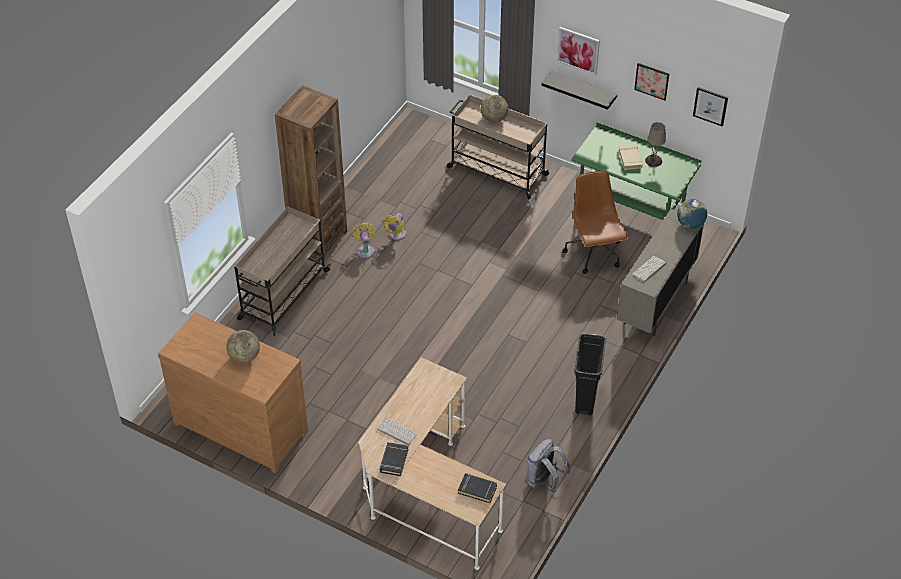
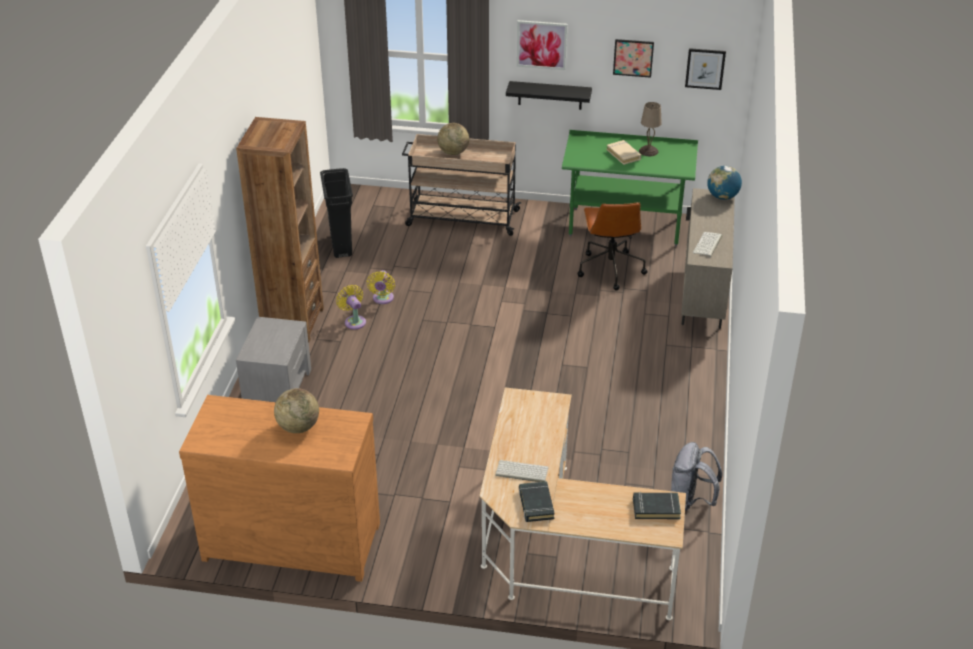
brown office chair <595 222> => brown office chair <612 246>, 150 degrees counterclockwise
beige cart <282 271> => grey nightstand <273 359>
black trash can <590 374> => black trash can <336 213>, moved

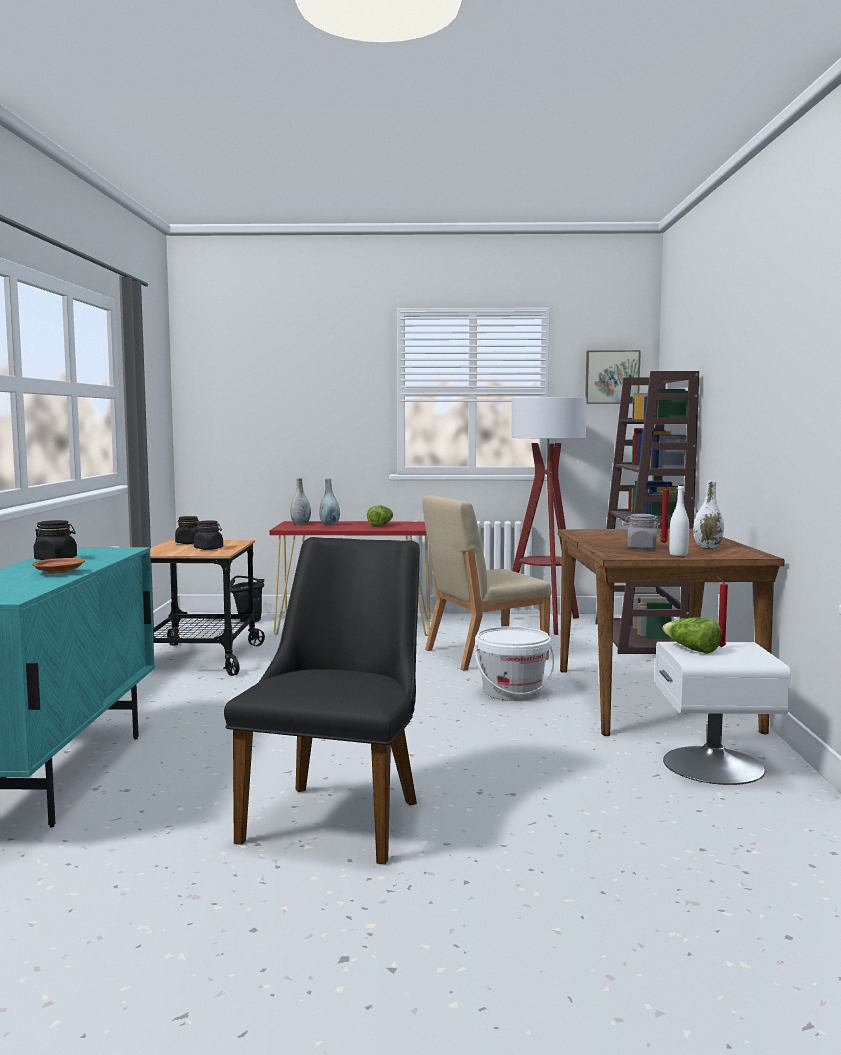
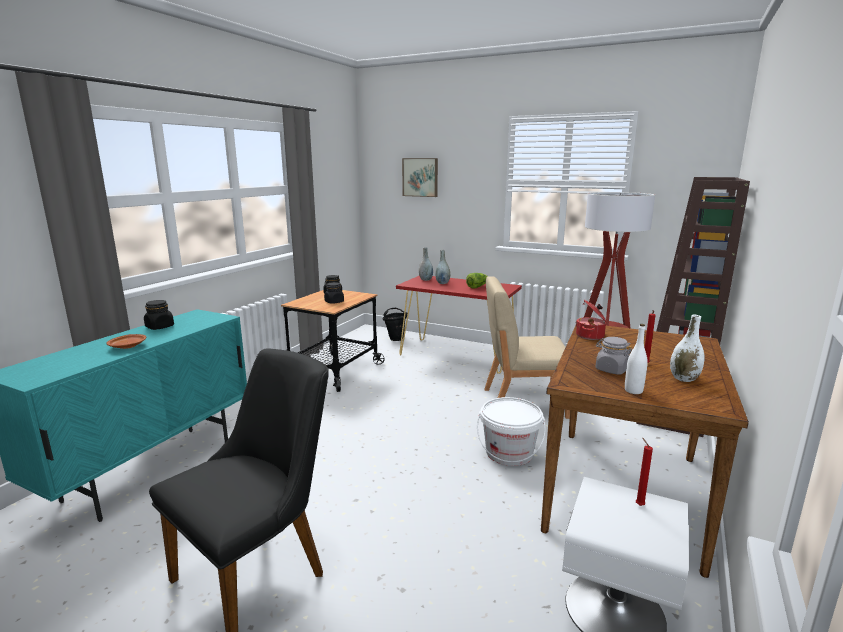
picture <613 377> => picture <420 177>, moved
lettuce <692 635> => nothing
nothing => cooking pot <591 320>

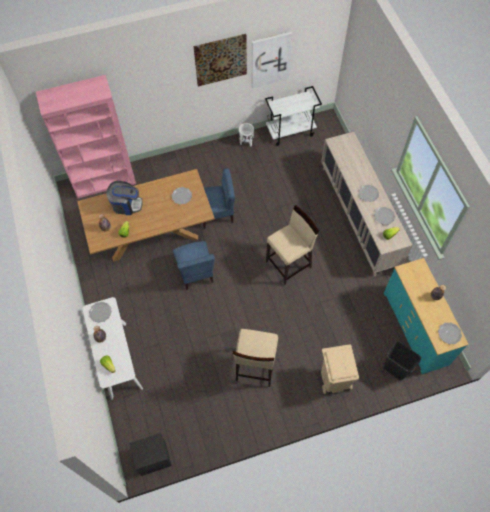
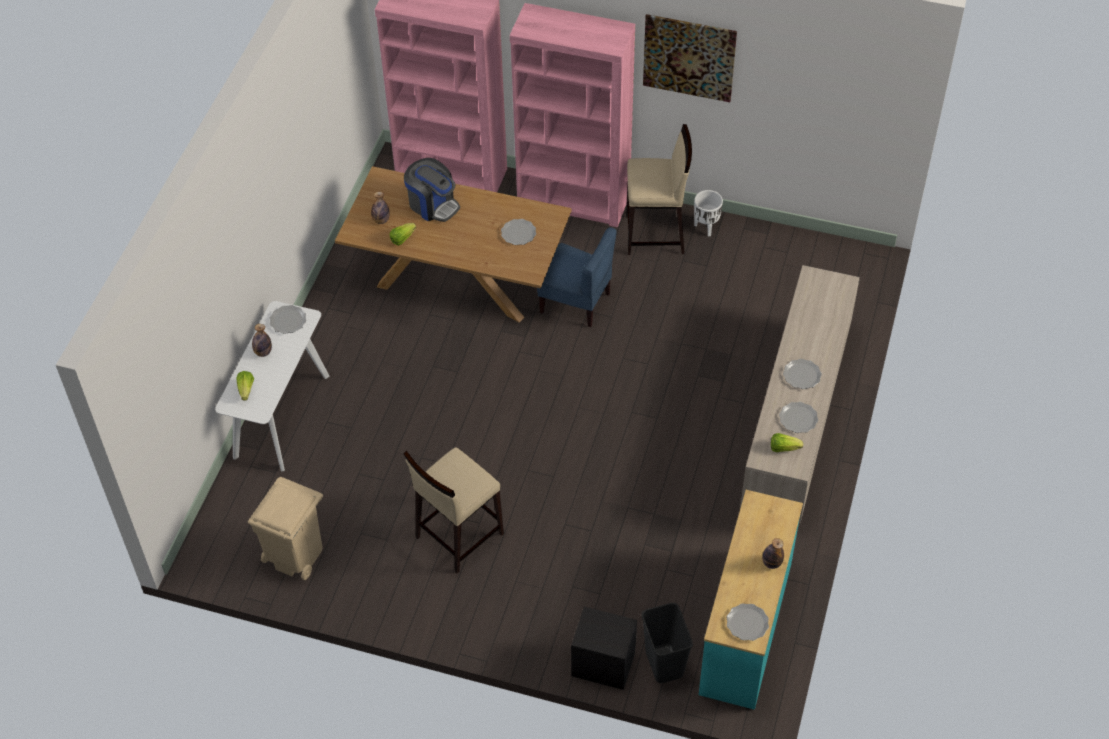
picture <272 59> => nothing
white cart <293 116> => nothing
beige stool <292 245> => beige stool <659 189>, moved
blue chair <194 265> => nothing
beige trash can <340 369> => beige trash can <285 528>, moved
black nightstand <150 454> => black nightstand <604 648>, moved
nothing => pink bookcase <572 115>

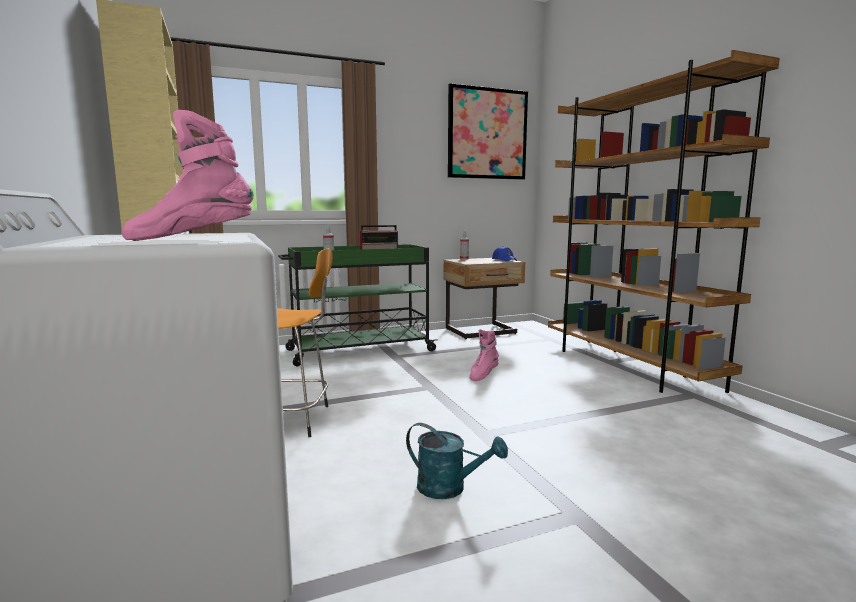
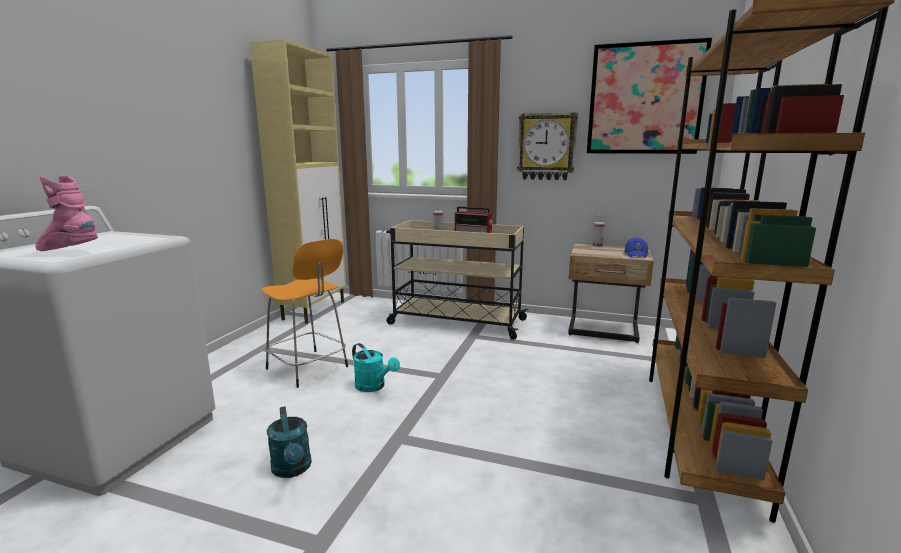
green cart <358 305> => beige cart <457 280>
pink boot <484 355> => nothing
nothing => wall clock <547 146>
nothing => turquoise watering can <376 367>

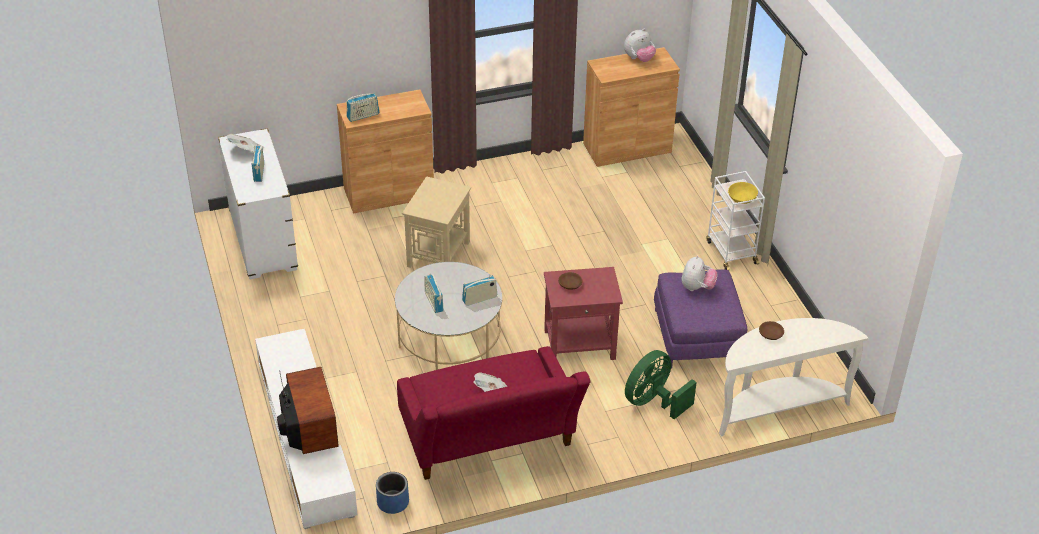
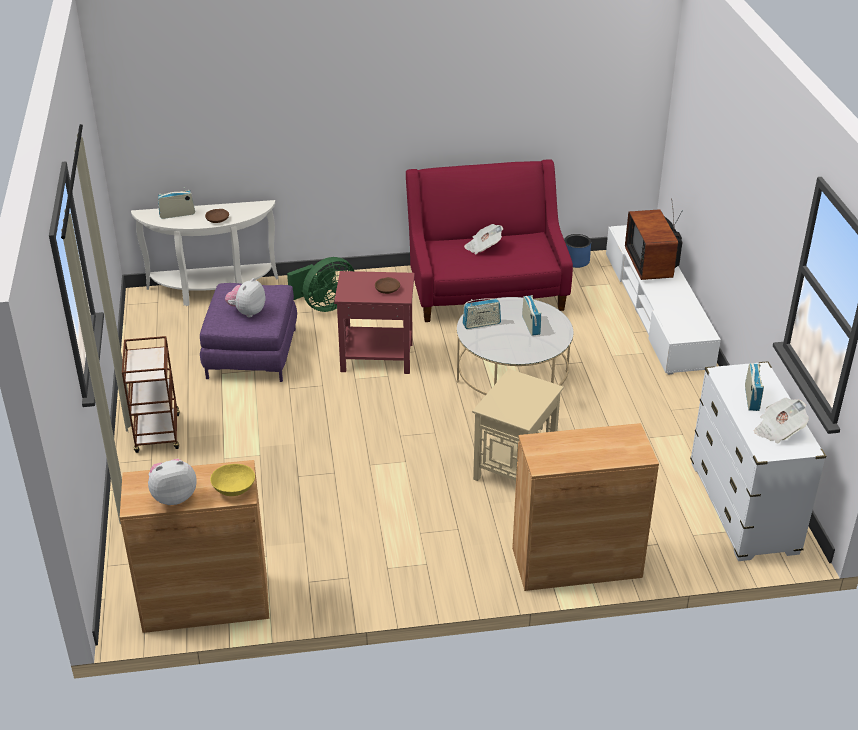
radio <363 107> => radio <176 203>, moved
white cart <735 221> => brown cart <151 394>
yellow bowl <743 193> => yellow bowl <232 480>, moved

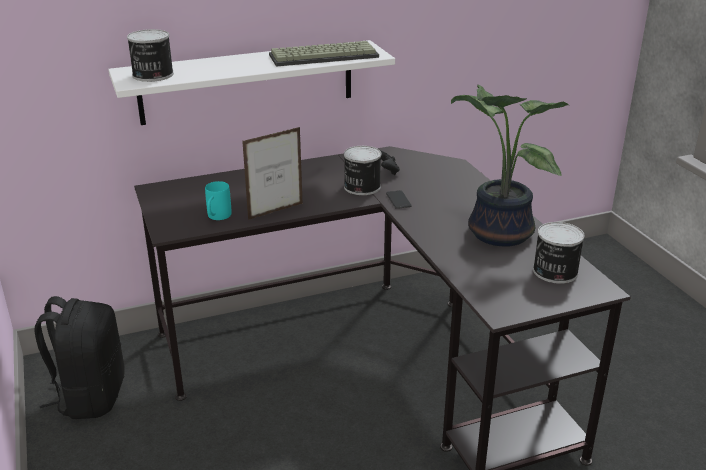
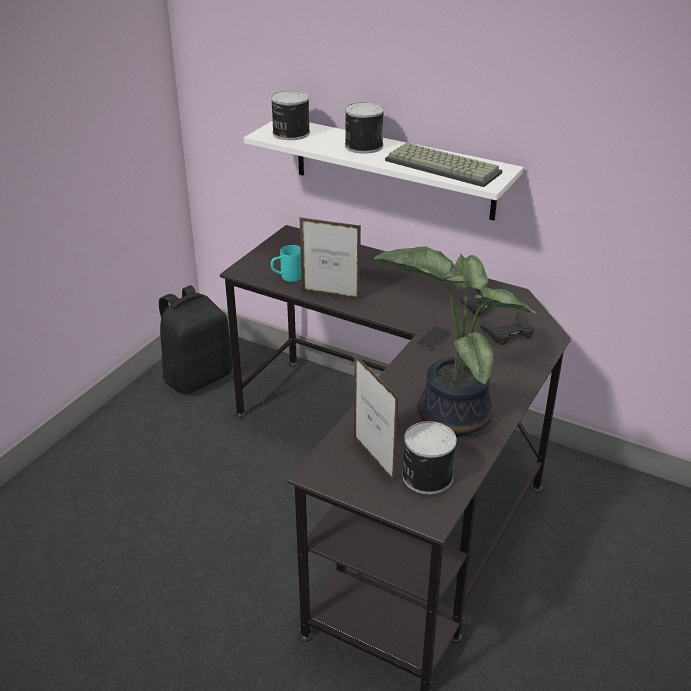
can <362 170> => can <364 128>, moved
nothing => black game controller <507 328>
nothing => picture frame <376 418>

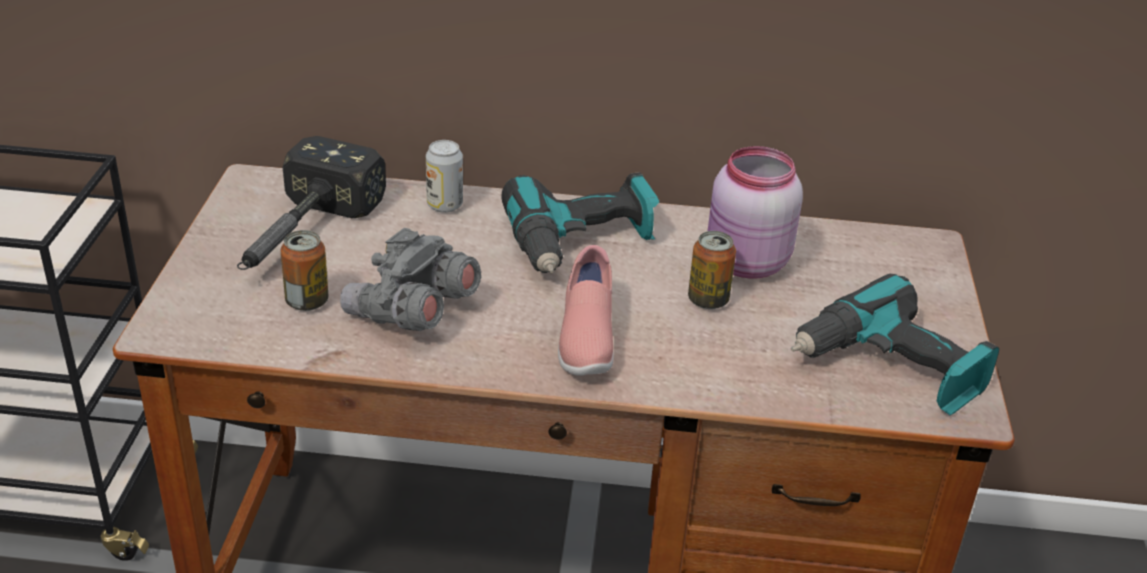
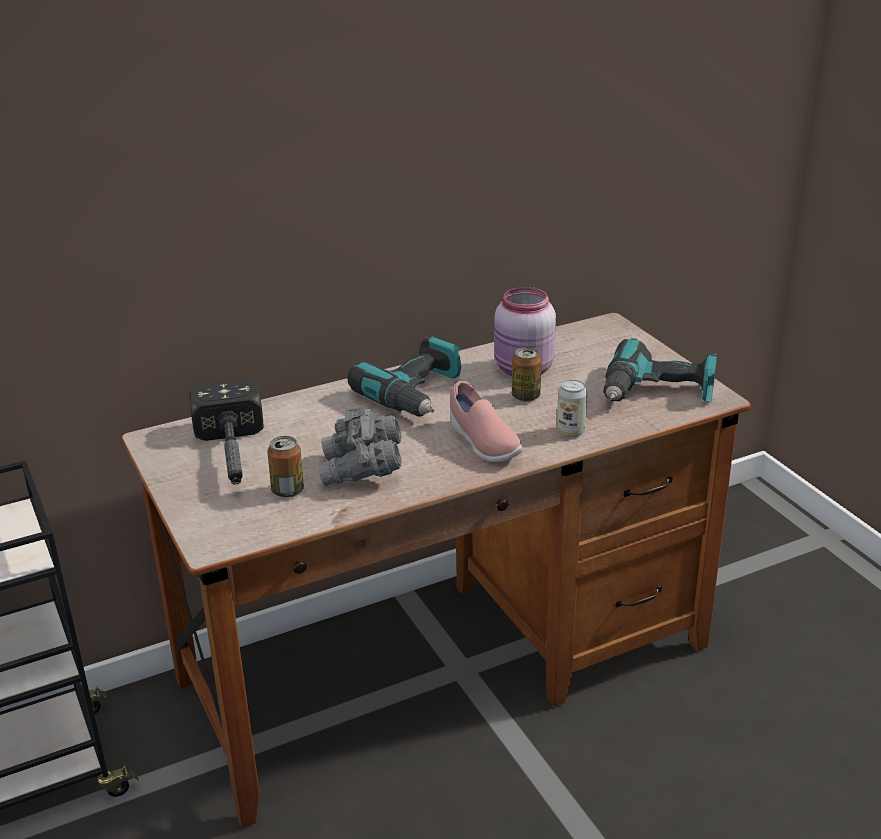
can <444 176> => can <572 408>, moved

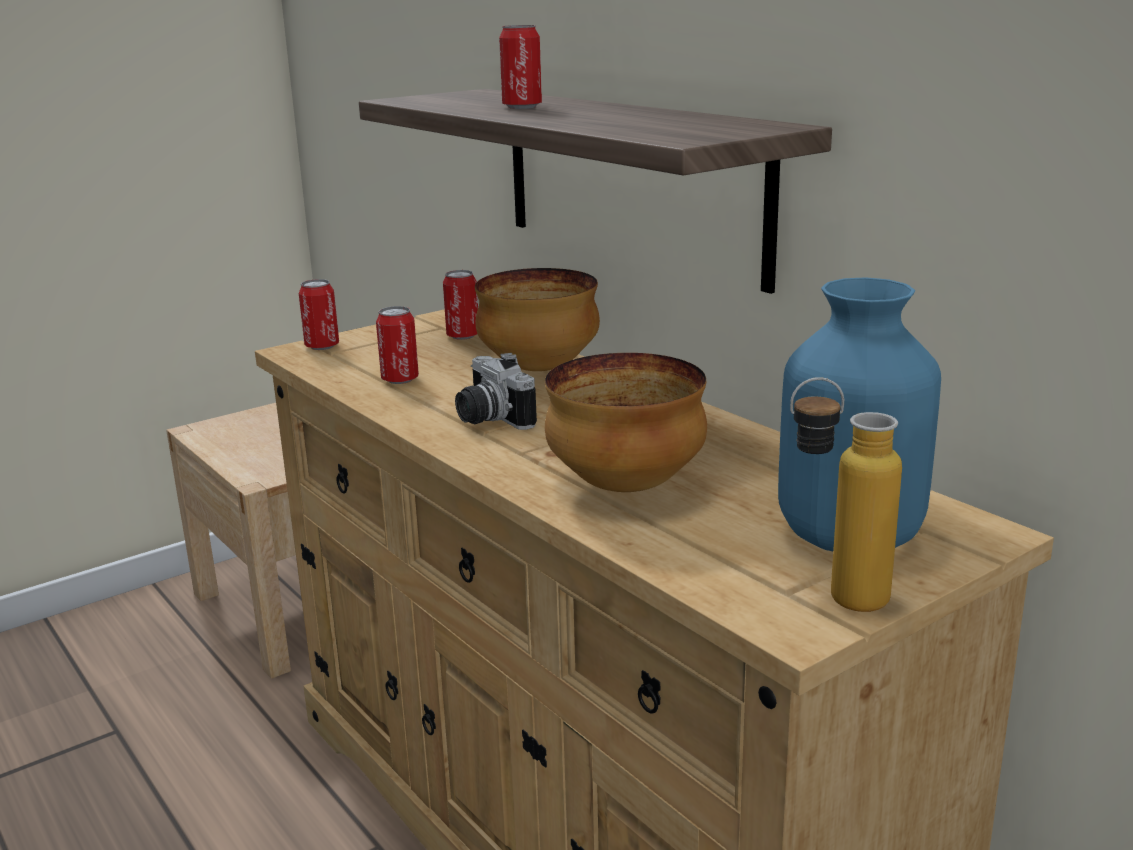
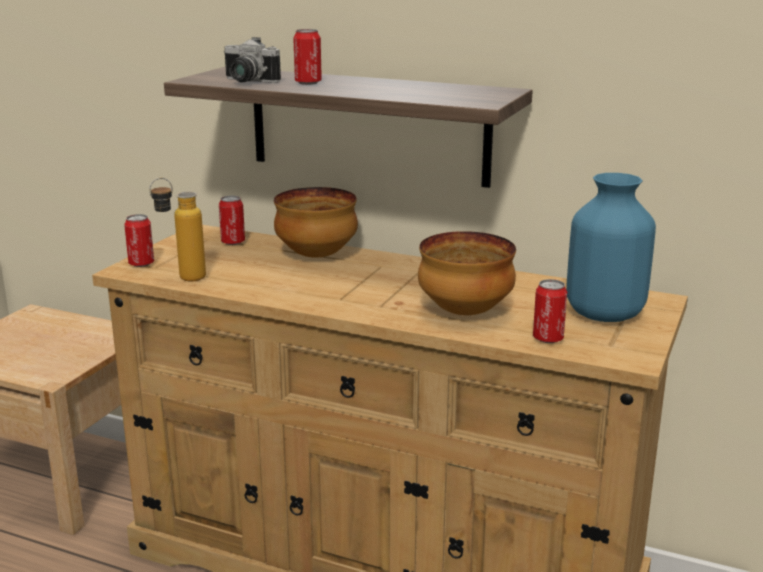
can <397 345> => can <550 311>, moved
photo camera <496 391> => photo camera <252 60>, moved
bottle <846 494> => bottle <177 229>, moved

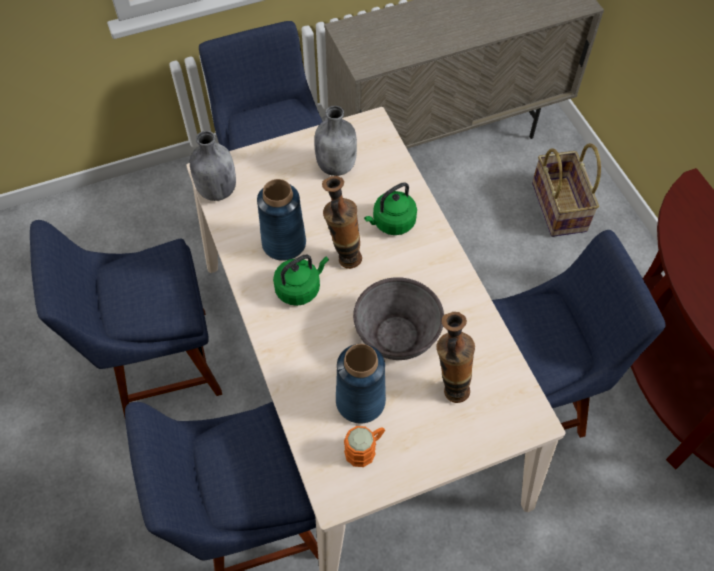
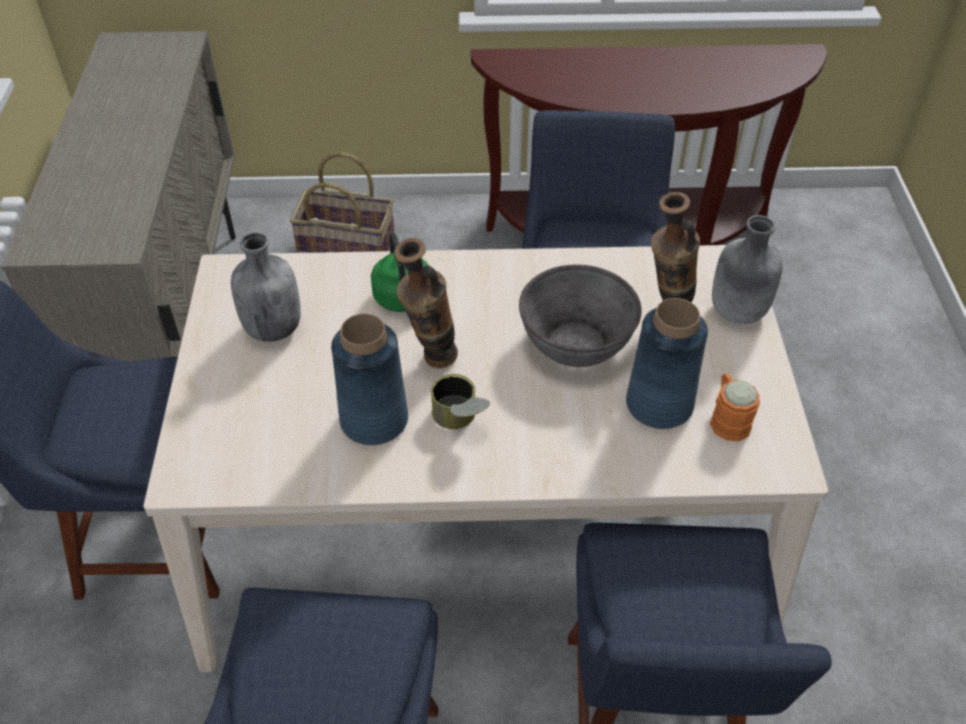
grey bottle <213 166> => grey bottle <747 269>, moved
green kettle <301 280> => can <460 401>

